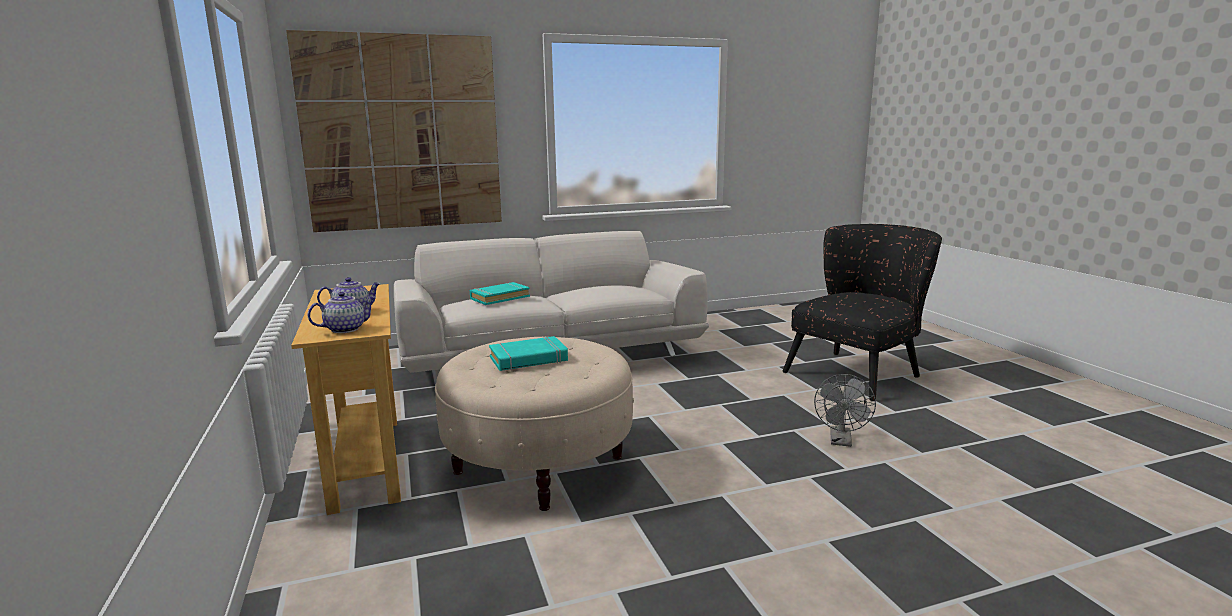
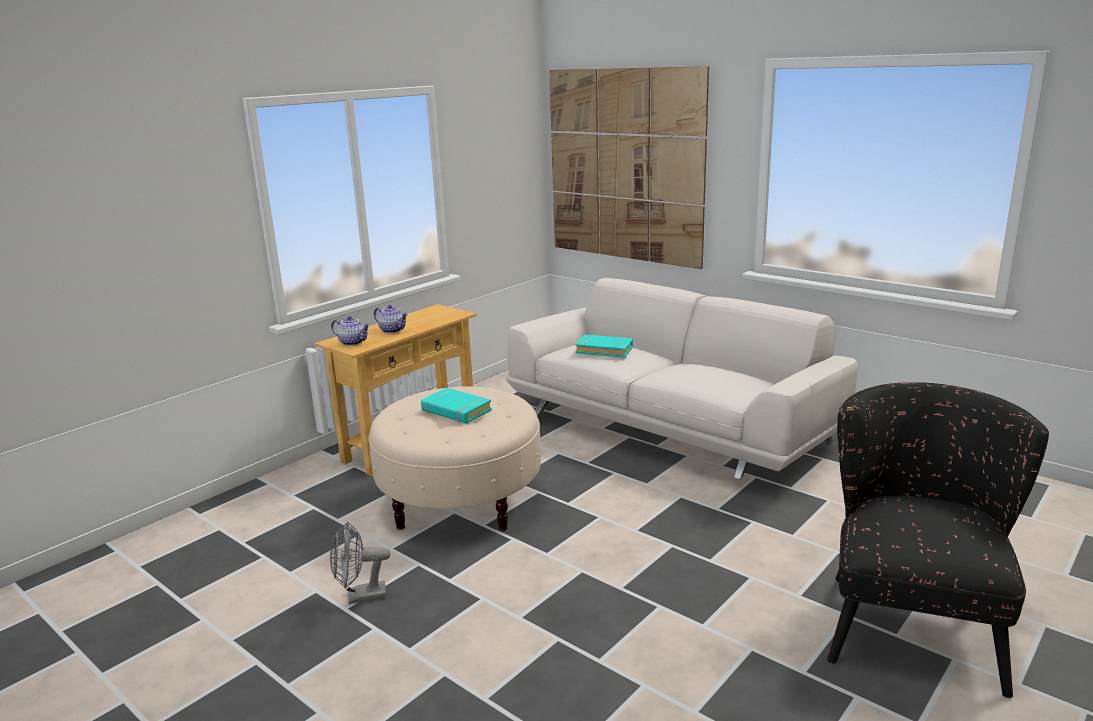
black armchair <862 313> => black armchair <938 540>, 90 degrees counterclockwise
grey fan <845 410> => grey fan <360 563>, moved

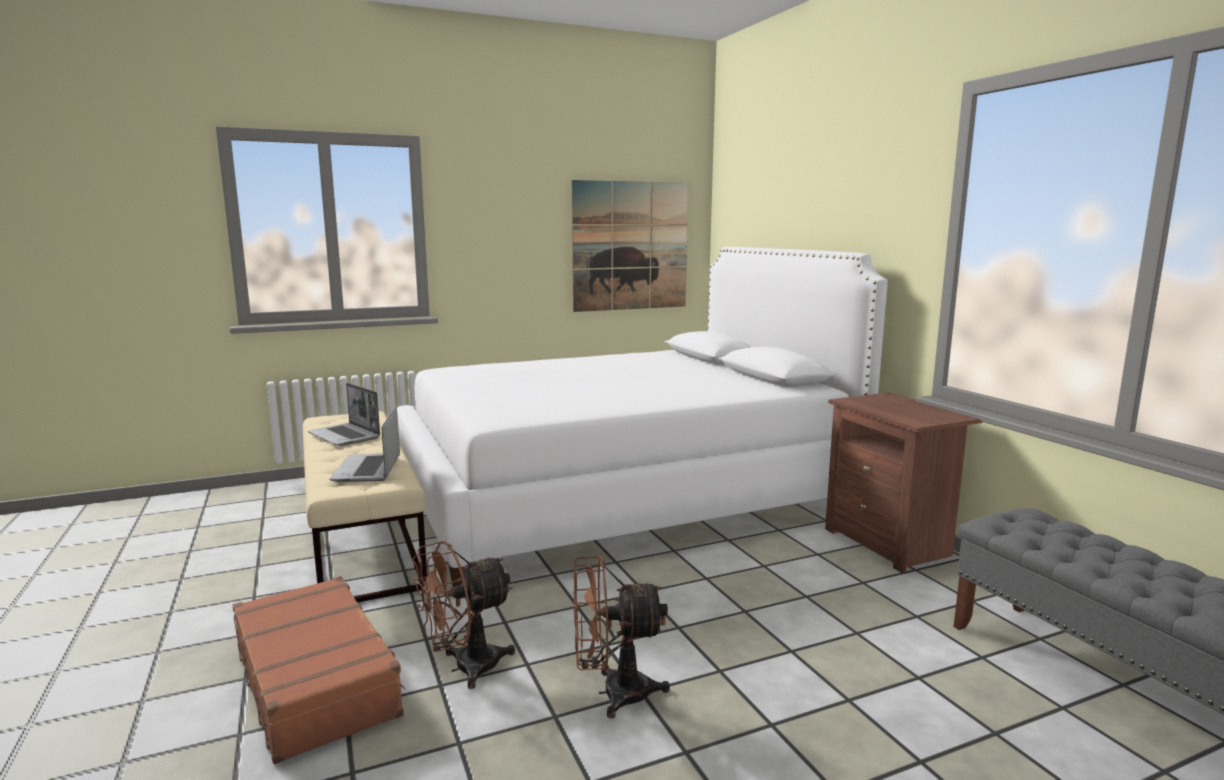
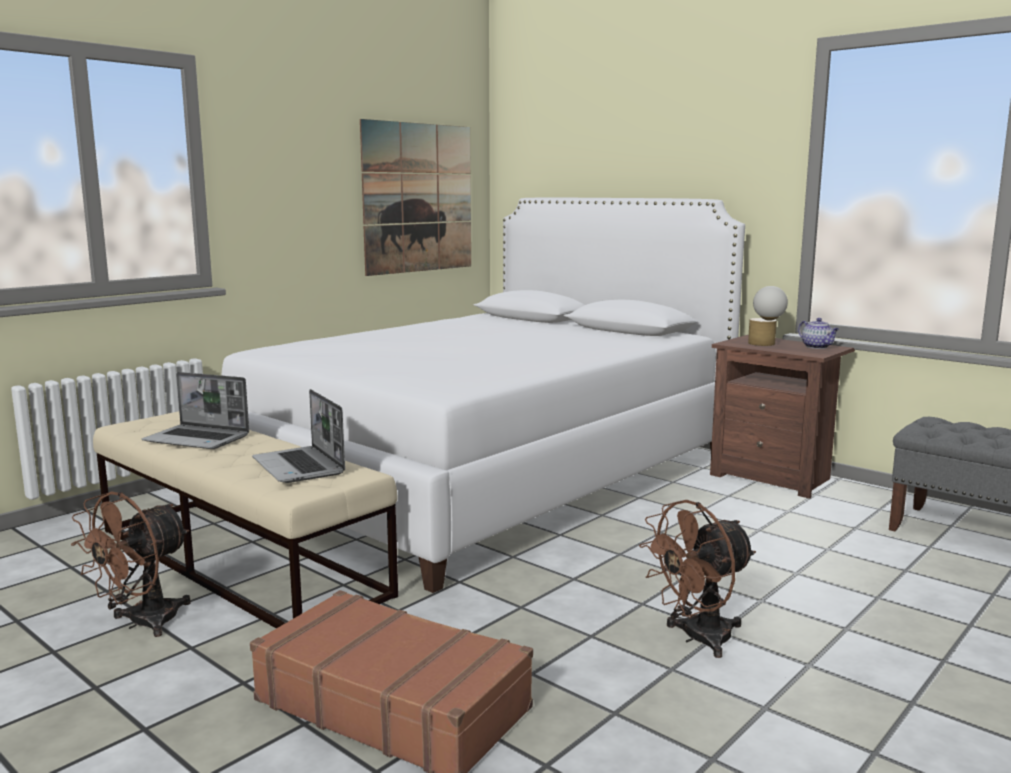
brown fan <463 615> => brown fan <131 564>, moved
nothing => table lamp <768 316>
nothing => teapot <818 333>

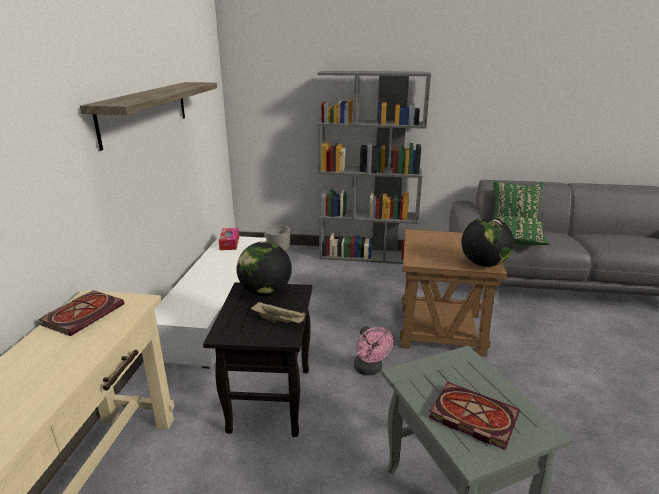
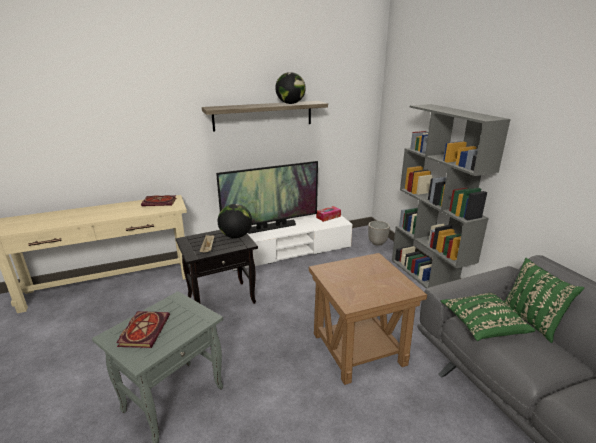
globe <487 242> => globe <290 88>, moved
pink fan <373 350> => nothing
nothing => television <267 197>

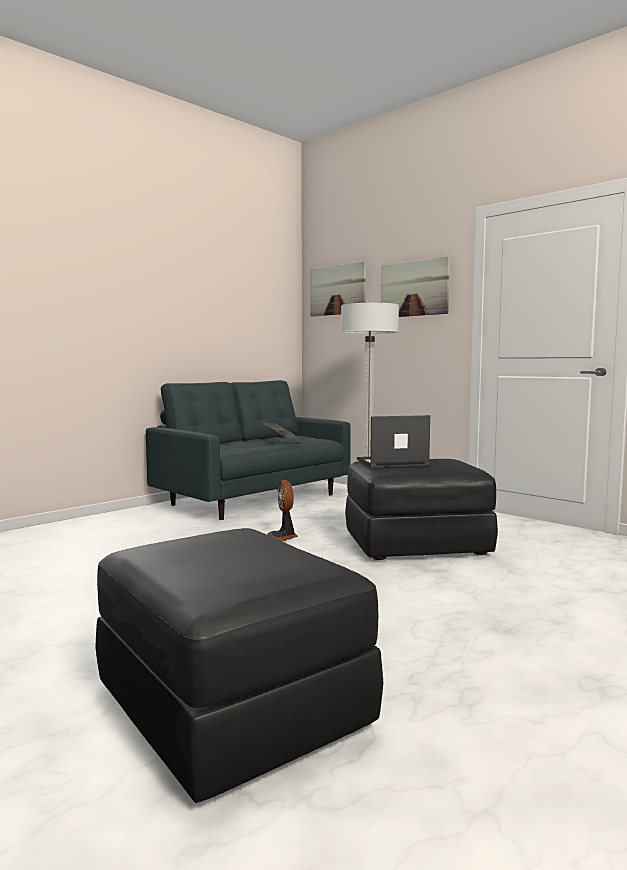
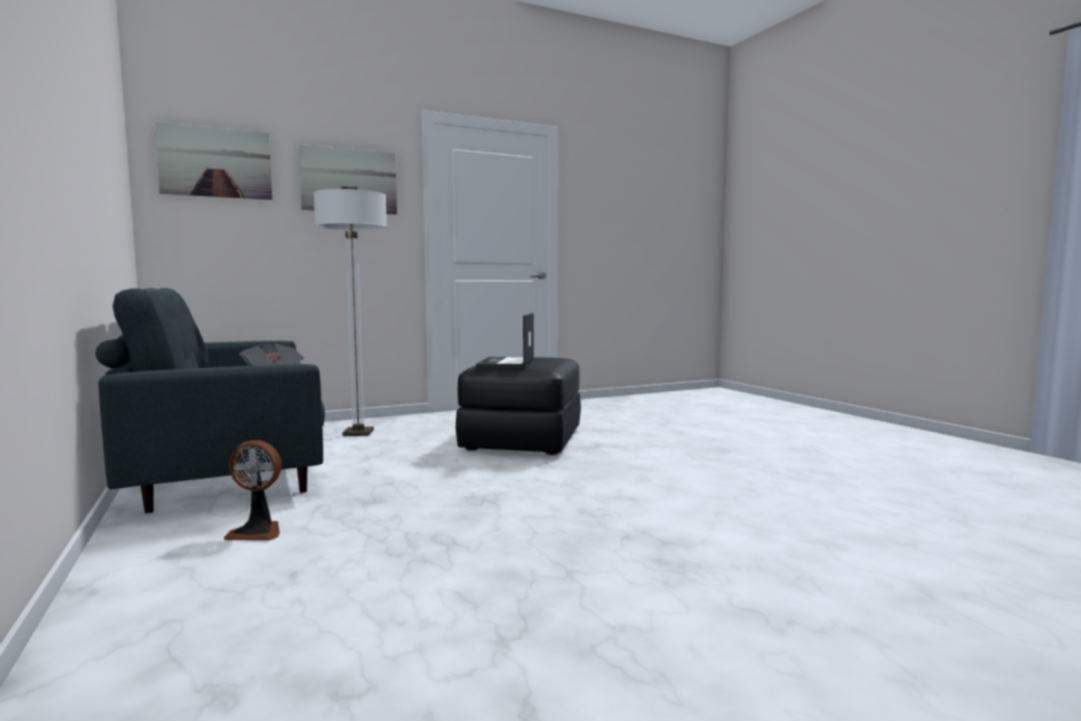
fan <282 510> => fan <253 490>, moved
black ottoman <239 665> => nothing

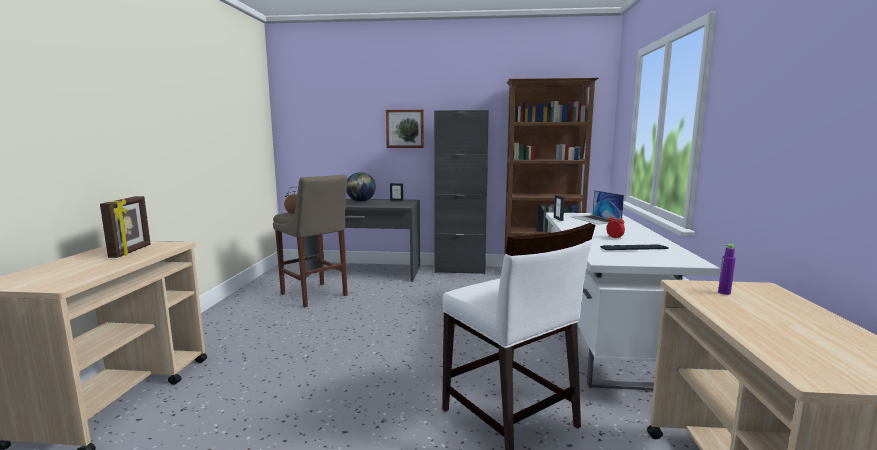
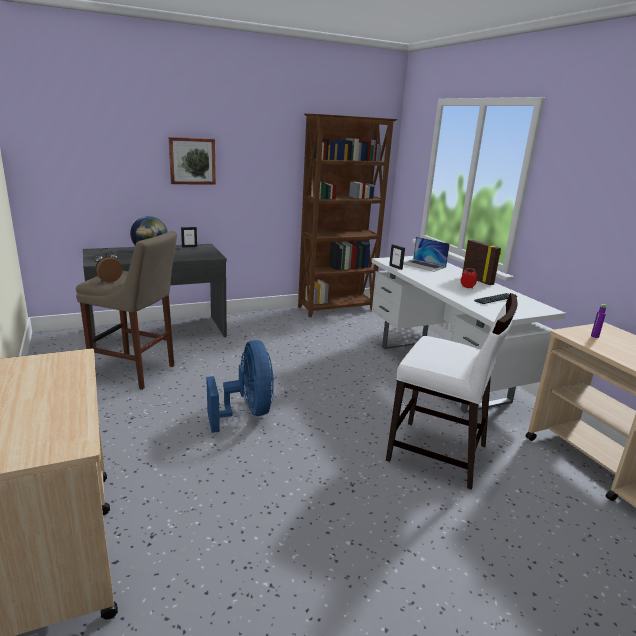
black cabinet <461 192> => nothing
picture frame <125 227> => picture frame <481 262>, moved
nothing => blue fan <240 386>

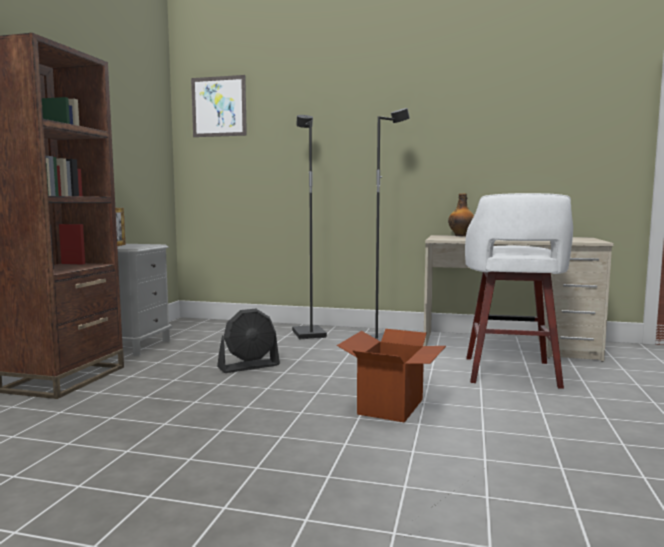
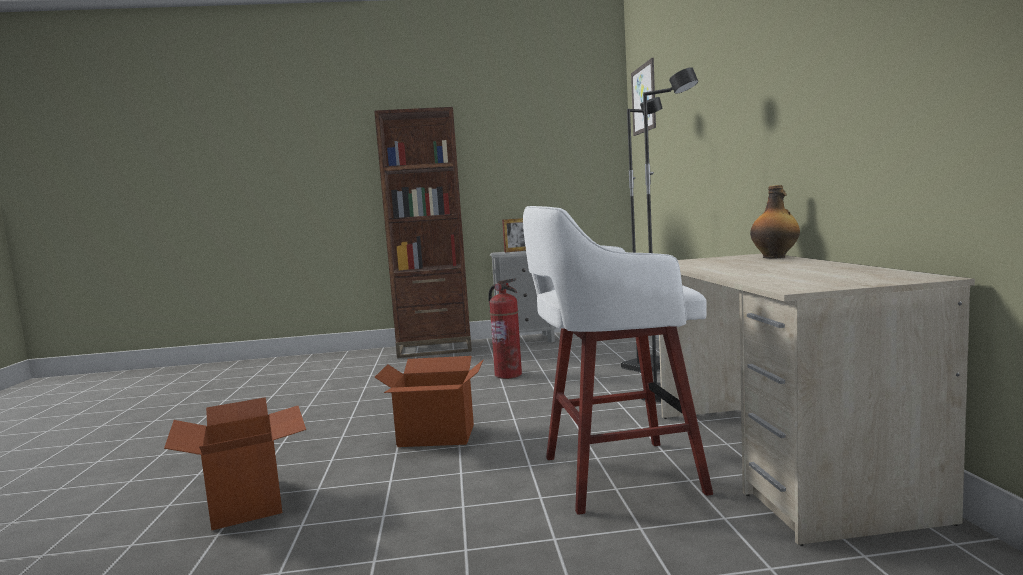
black fan <248 341> => fire extinguisher <505 328>
nothing => cardboard box <235 463>

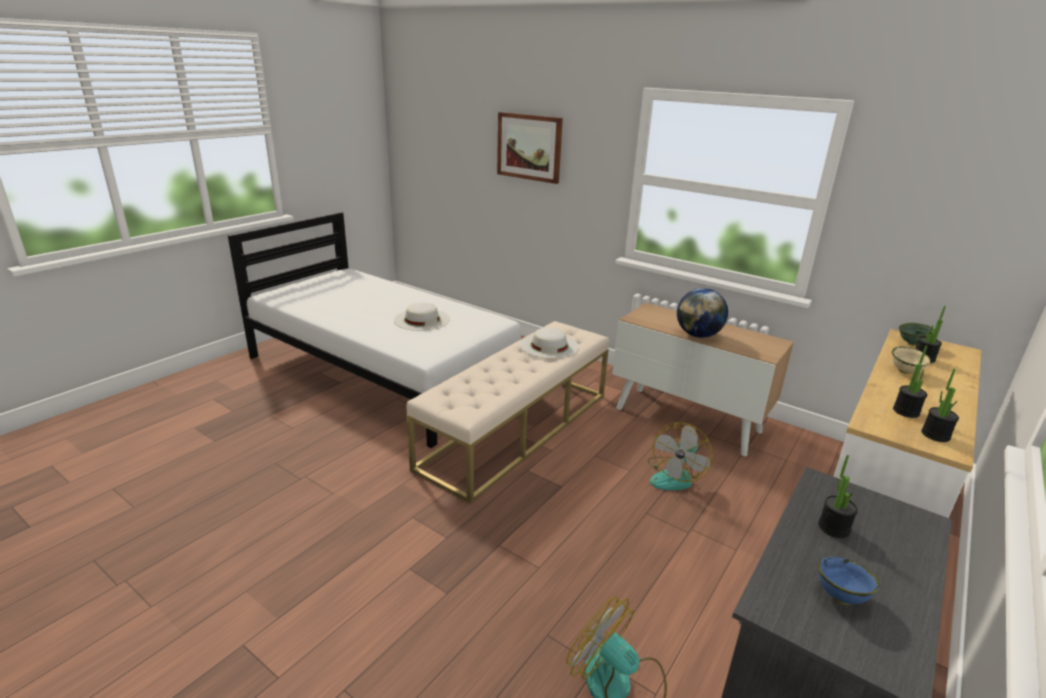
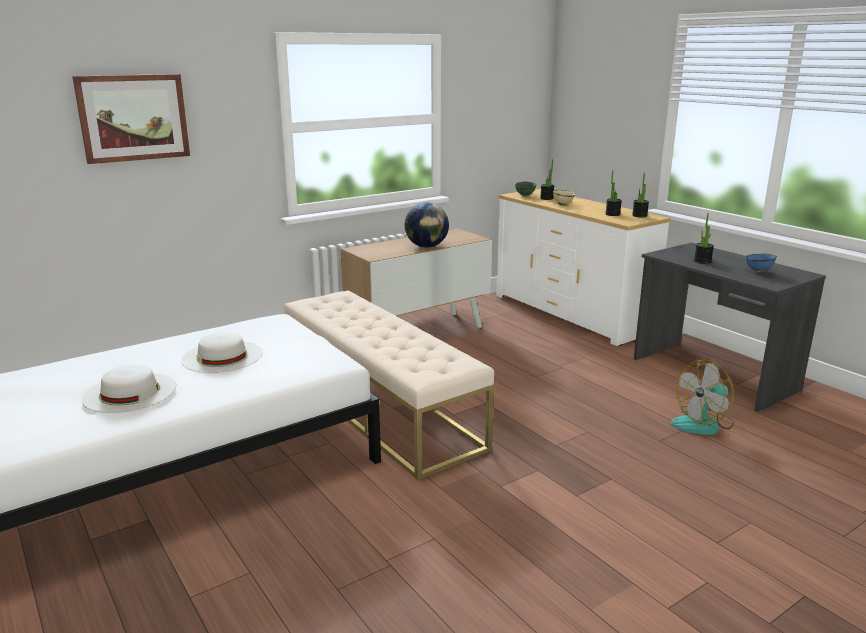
white hat <549 343> => white hat <128 389>, moved
fan <680 456> => nothing

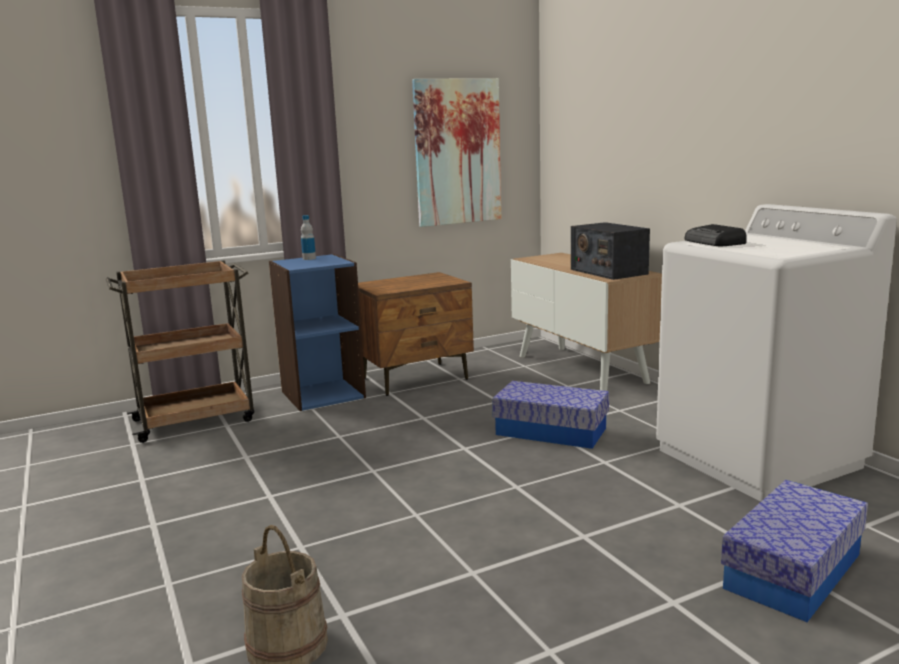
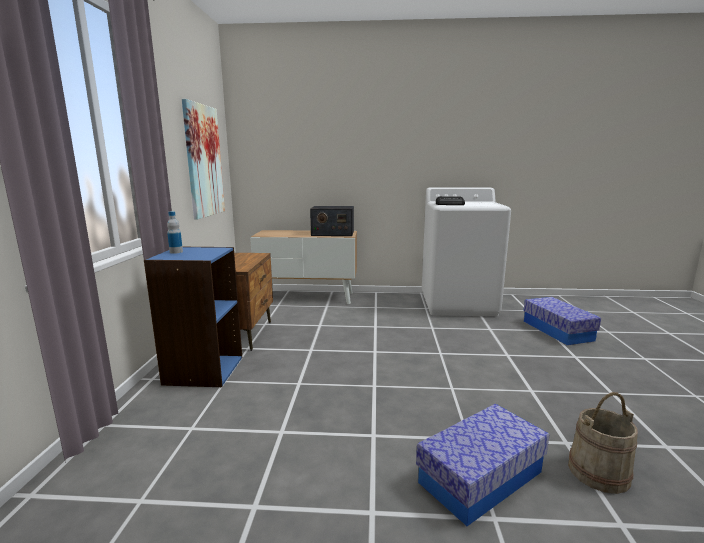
brown cart <180 351> => nothing
storage box <550 415> => storage box <482 465>, moved

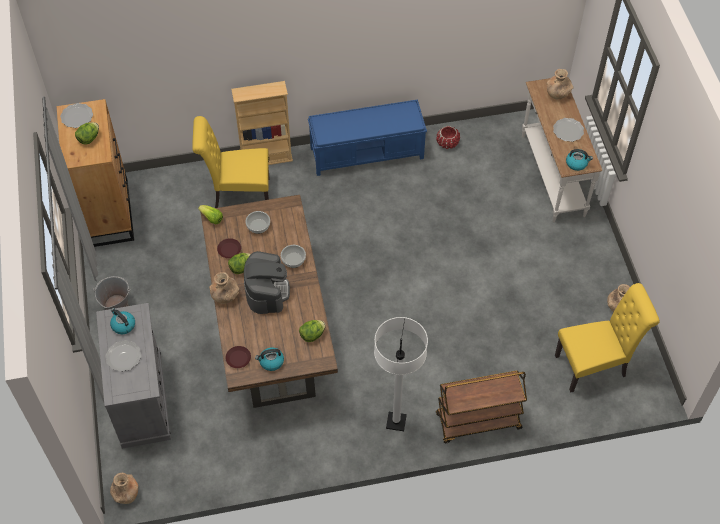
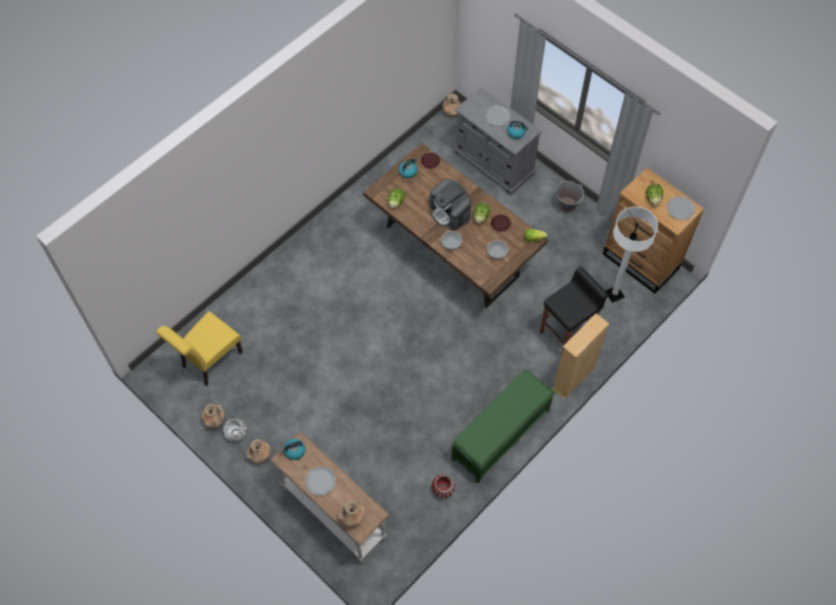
blue bench <367 137> => green bench <503 426>
yellow chair <230 162> => black stool <574 311>
brown vase <224 288> => brown vase <258 452>, moved
white floor lamp <401 374> => white floor lamp <632 255>, moved
brown cart <481 406> => nothing
nothing => white planter <235 430>

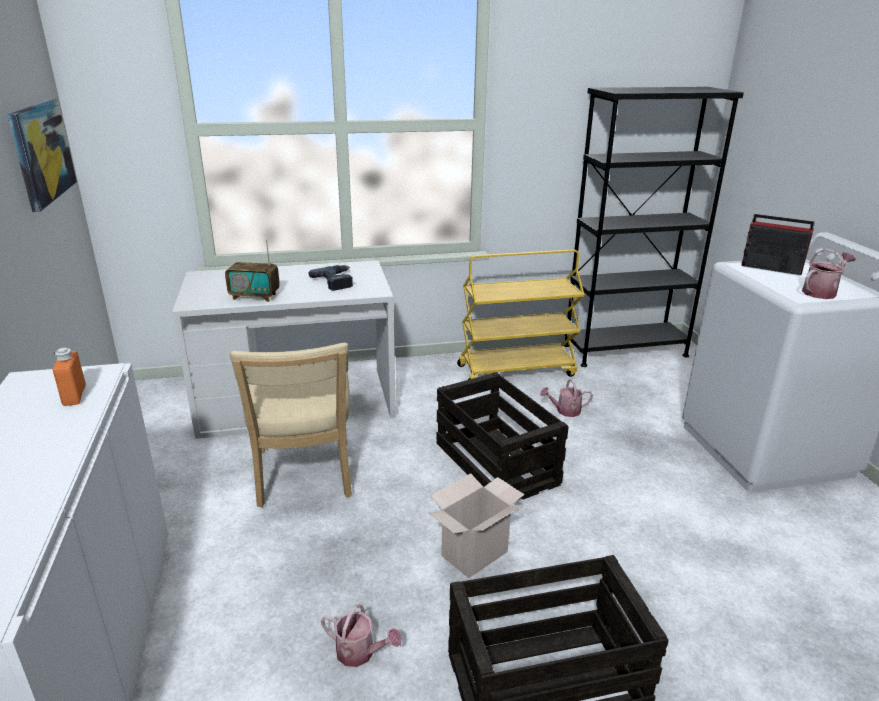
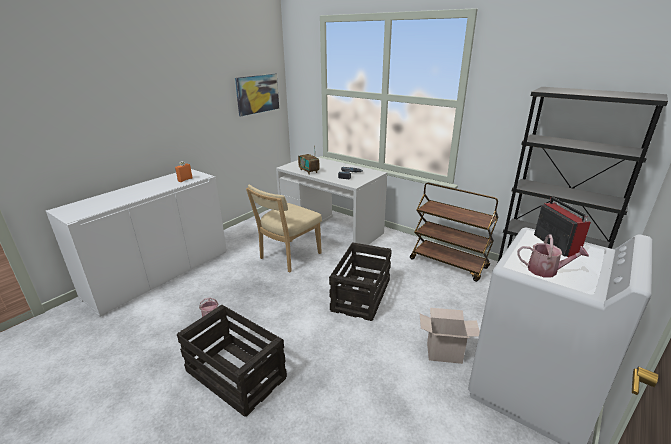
yellow cart <521 314> => brown cart <454 232>
watering can <566 398> => nothing
cardboard box <476 525> => cardboard box <450 336>, moved

